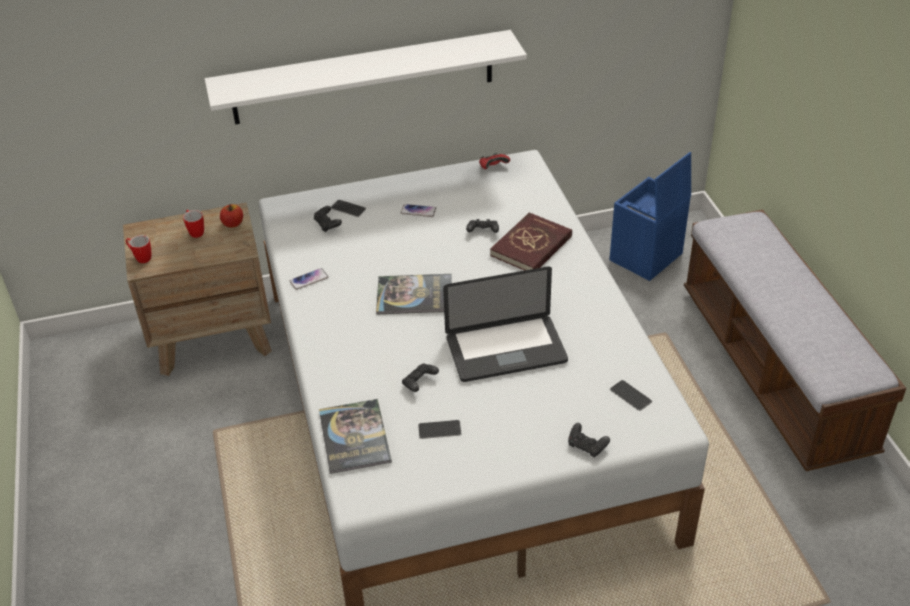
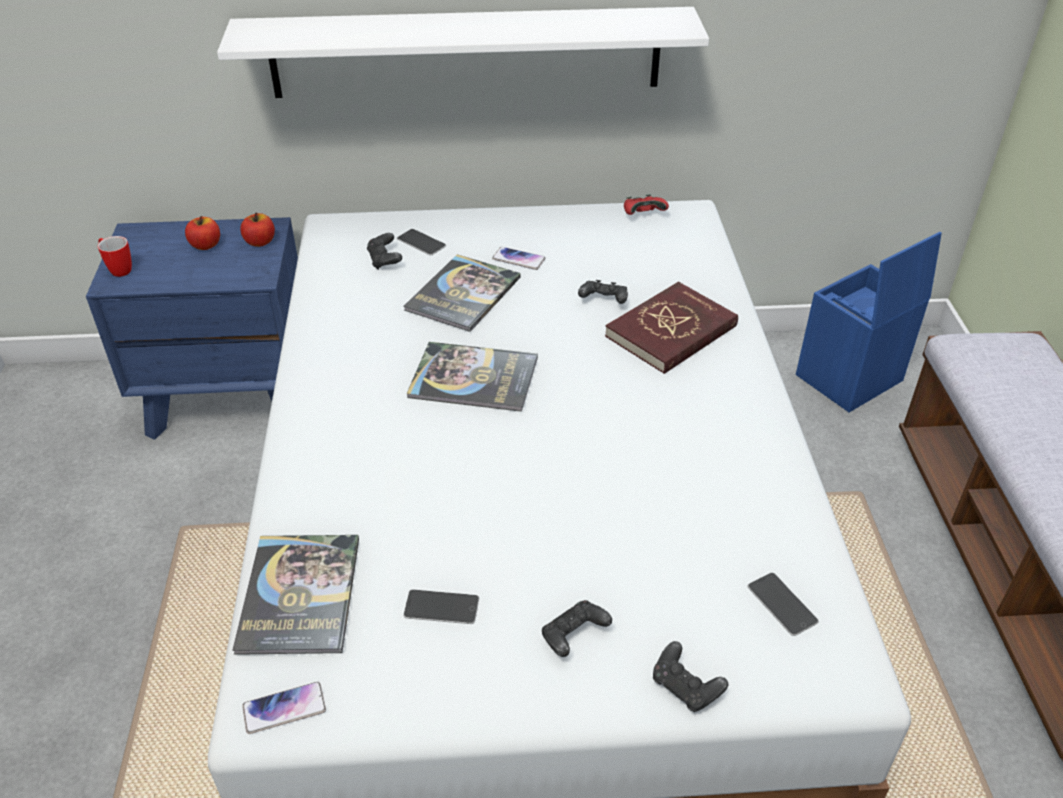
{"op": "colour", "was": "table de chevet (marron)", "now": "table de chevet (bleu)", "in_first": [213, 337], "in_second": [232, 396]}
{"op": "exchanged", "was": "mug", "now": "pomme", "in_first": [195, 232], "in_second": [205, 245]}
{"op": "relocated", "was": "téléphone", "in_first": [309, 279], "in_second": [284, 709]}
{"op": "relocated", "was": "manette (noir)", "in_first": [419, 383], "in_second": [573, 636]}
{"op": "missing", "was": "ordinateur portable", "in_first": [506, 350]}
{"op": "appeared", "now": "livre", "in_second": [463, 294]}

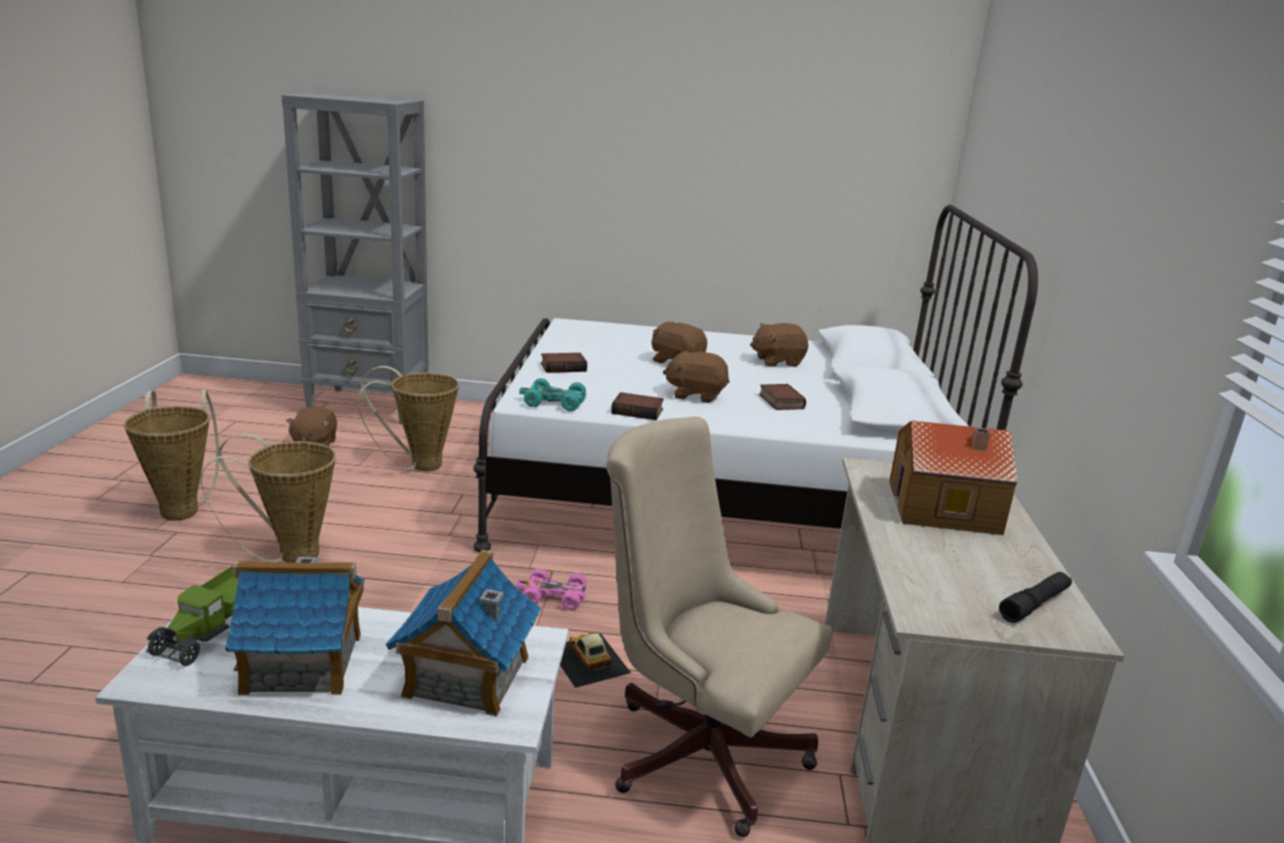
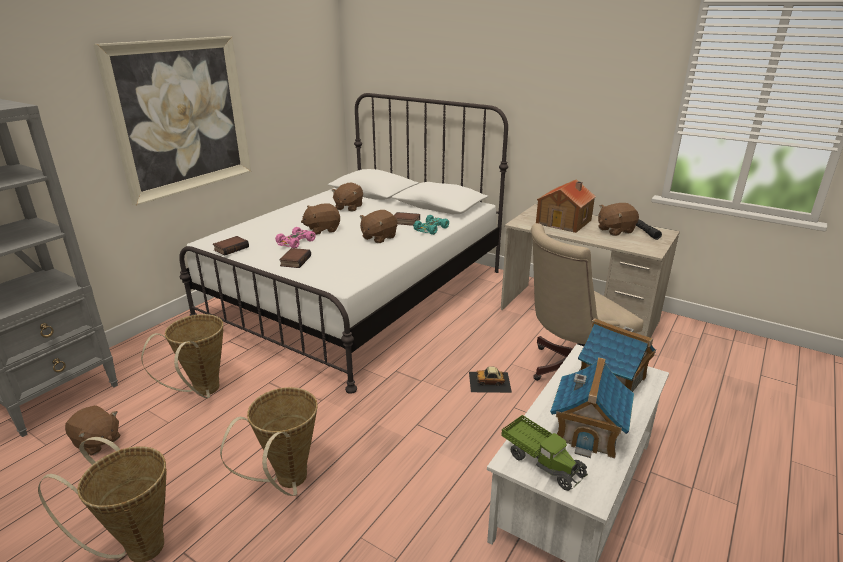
{"op": "relocated", "was": "petite voiture (rose)", "in_first": [553, 597], "in_second": [295, 242]}
{"op": "relocated", "was": "petite voiture (turquoise)", "in_first": [553, 402], "in_second": [431, 229]}
{"op": "relocated", "was": "livre", "in_first": [638, 411], "in_second": [231, 248]}
{"op": "appeared", "now": "tableau", "in_second": [182, 117]}
{"op": "appeared", "now": "peluche (marron)", "in_second": [615, 230]}

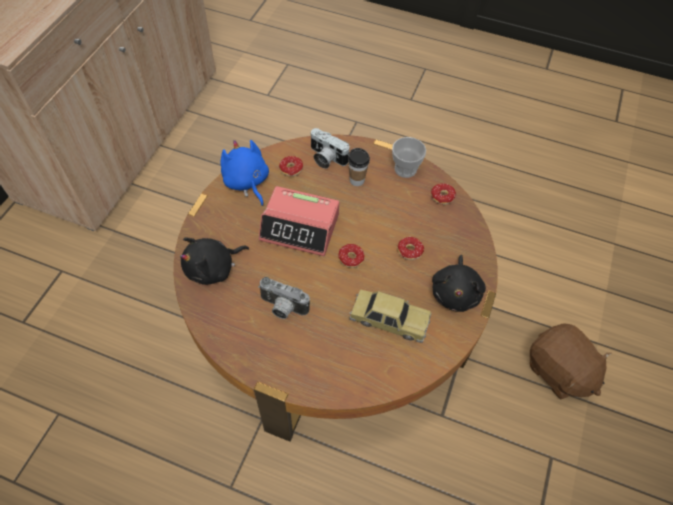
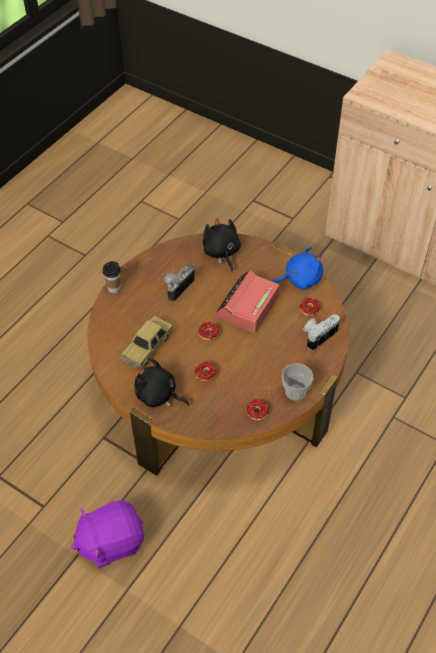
{"op": "relocated", "was": "tasse", "in_first": [357, 180], "in_second": [114, 288]}
{"op": "colour", "was": "peluche (marron)", "now": "peluche (violet)", "in_first": [559, 371], "in_second": [111, 542]}

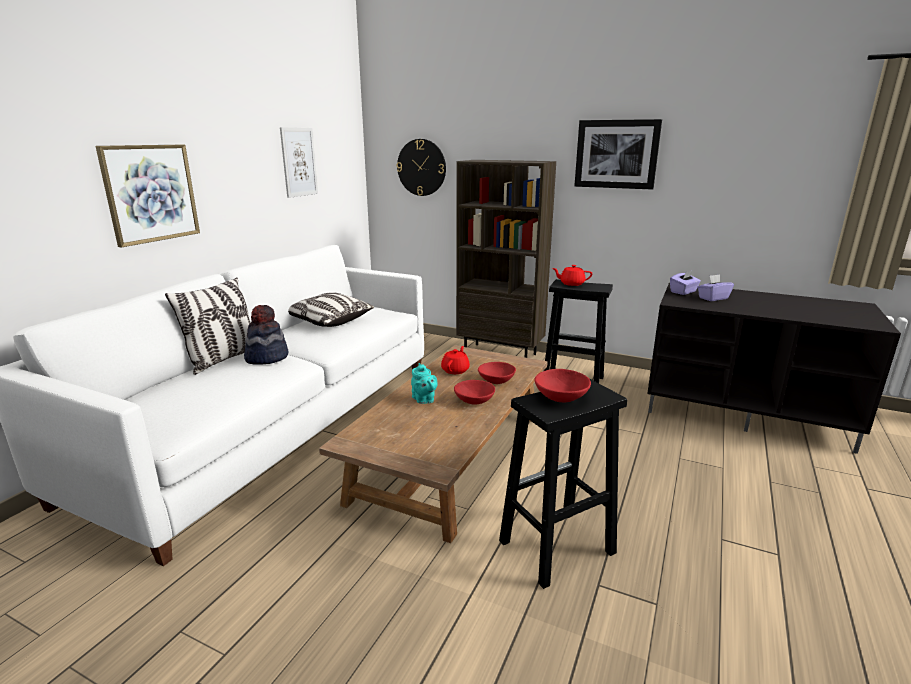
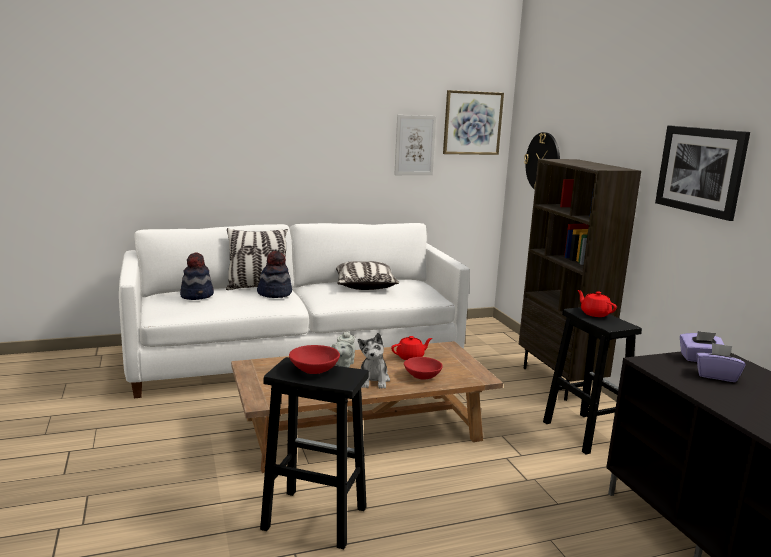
{"op": "relocated", "was": "tableau", "in_first": [151, 193], "in_second": [472, 123]}
{"op": "colour", "was": "théière (turquoise)", "now": "théière (gris)", "in_first": [424, 400], "in_second": [343, 364]}
{"op": "exchanged", "was": "bol (rouge)", "now": "peluche", "in_first": [474, 401], "in_second": [373, 380]}
{"op": "appeared", "now": "chapeau", "in_second": [197, 295]}

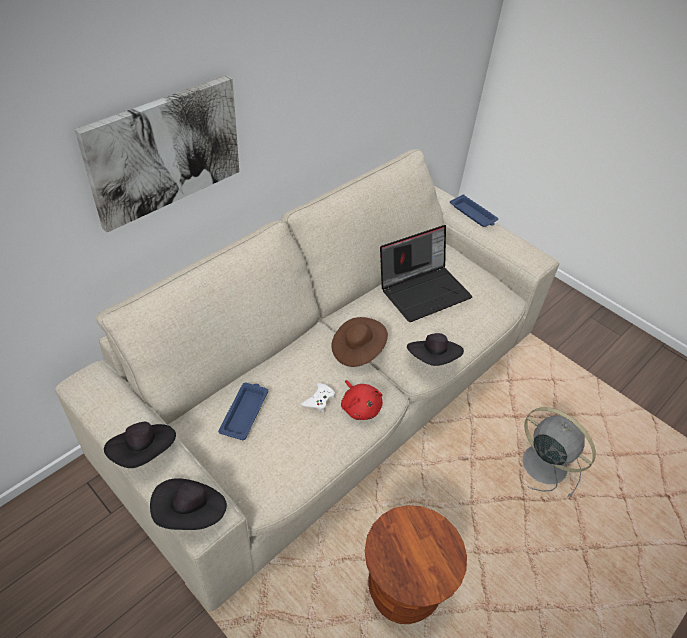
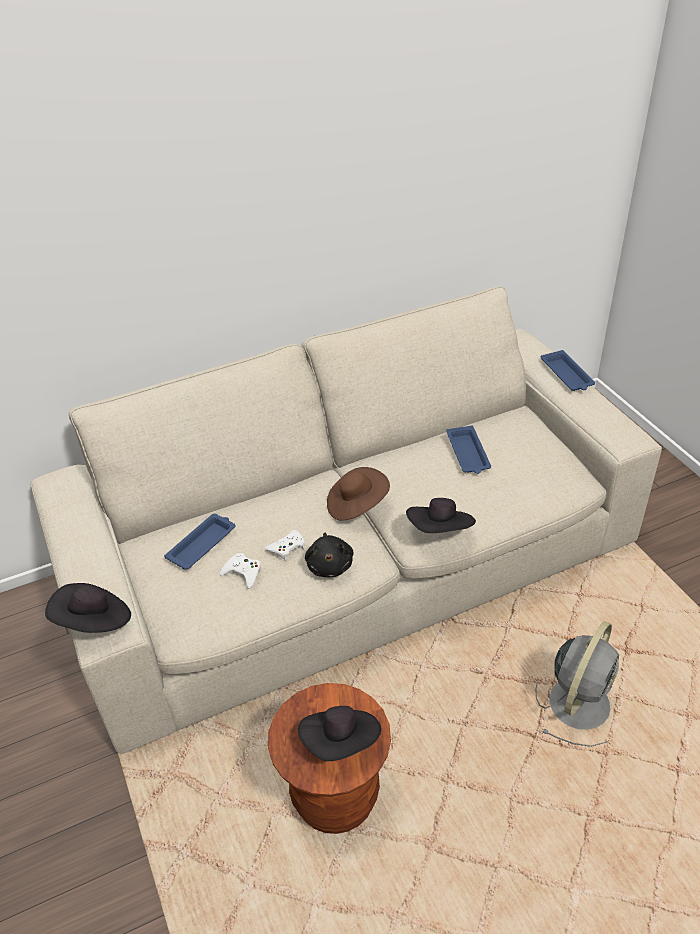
{"op": "missing", "was": "tableau", "in_first": [164, 151]}
{"op": "relocated", "was": "chapeau (noir)", "in_first": [144, 452], "in_second": [341, 742]}
{"op": "colour", "was": "peluche (rouge)", "now": "peluche (noir)", "in_first": [360, 407], "in_second": [330, 565]}
{"op": "exchanged", "was": "ordinateur portable", "now": "plateau (bleu)", "in_first": [423, 290], "in_second": [468, 454]}
{"op": "spun", "was": "ventilateur (gris)", "in_first": [542, 463], "in_second": [580, 701], "clockwise": 60}
{"op": "appeared", "now": "manette (blanc)", "in_second": [243, 573]}

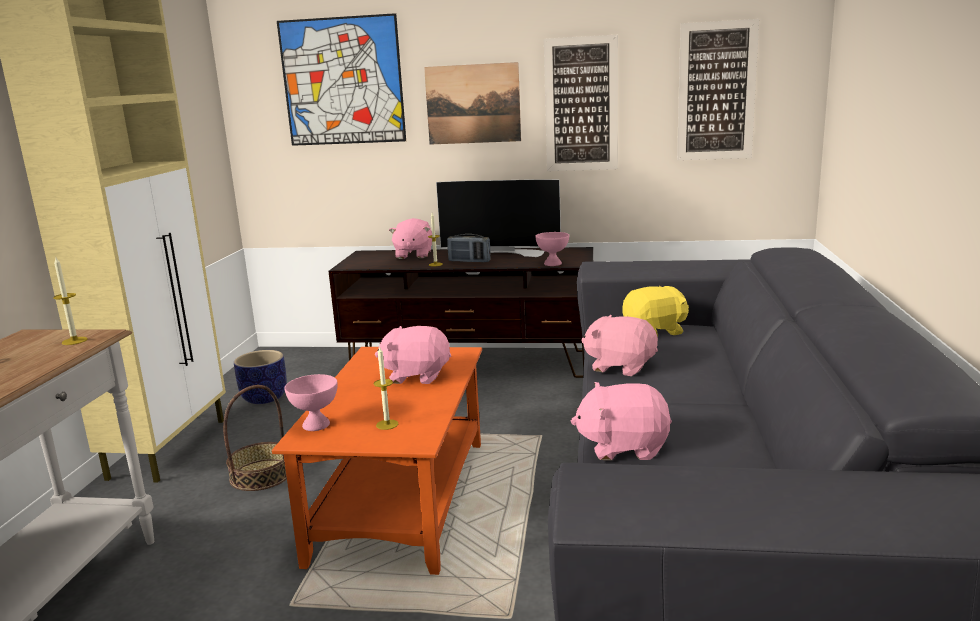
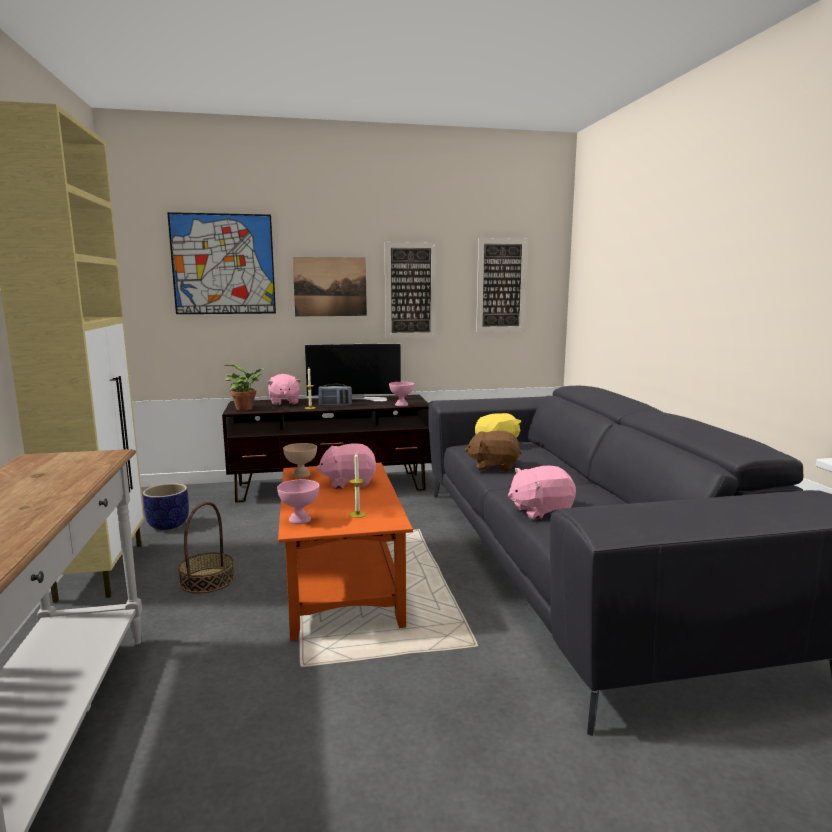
{"op": "missing", "was": "bougie", "in_first": [74, 341]}
{"op": "colour", "was": "peluche (rose)", "now": "peluche (marron)", "in_first": [620, 366], "in_second": [493, 467]}
{"op": "appeared", "now": "plante en pot", "in_second": [246, 408]}
{"op": "appeared", "now": "bol (beige)", "in_second": [301, 475]}

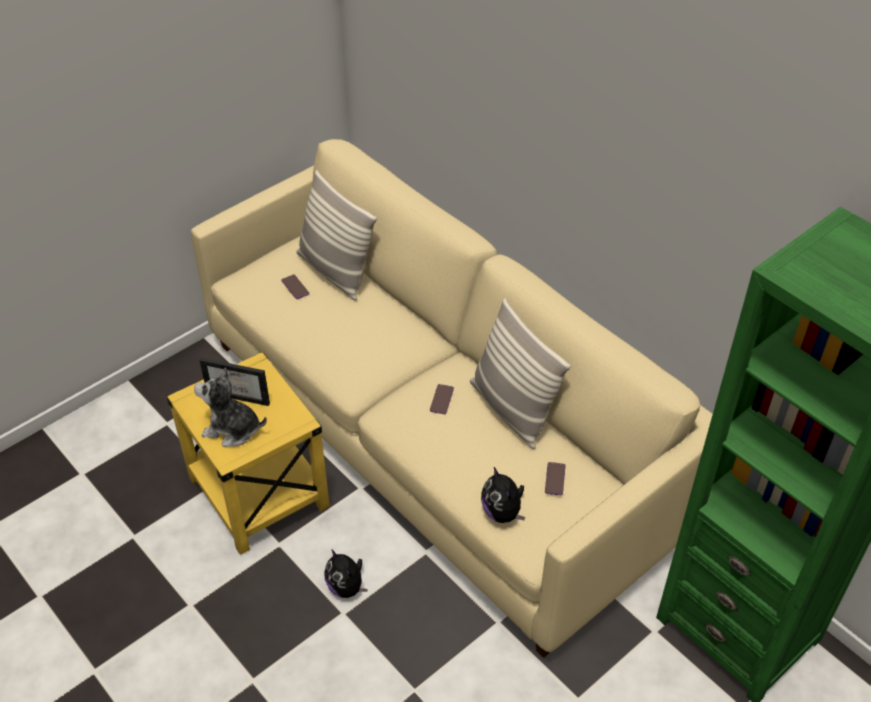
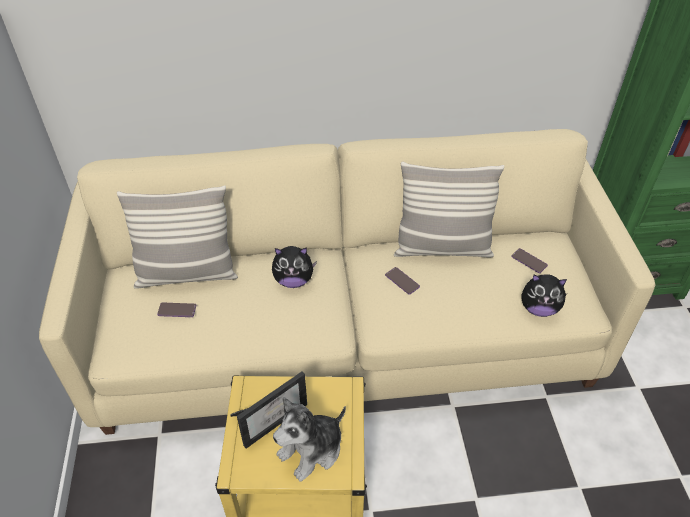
{"op": "relocated", "was": "peluche", "in_first": [346, 587], "in_second": [294, 280]}

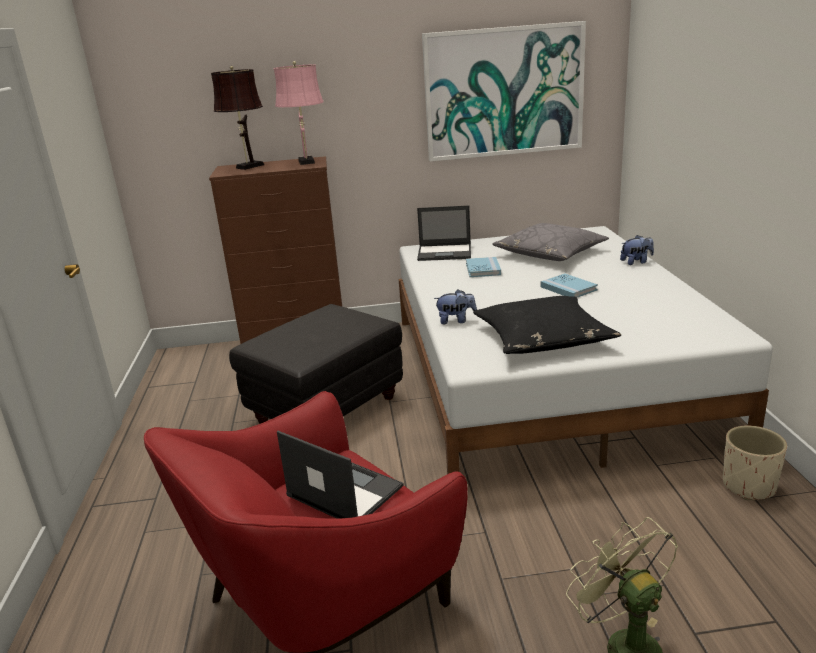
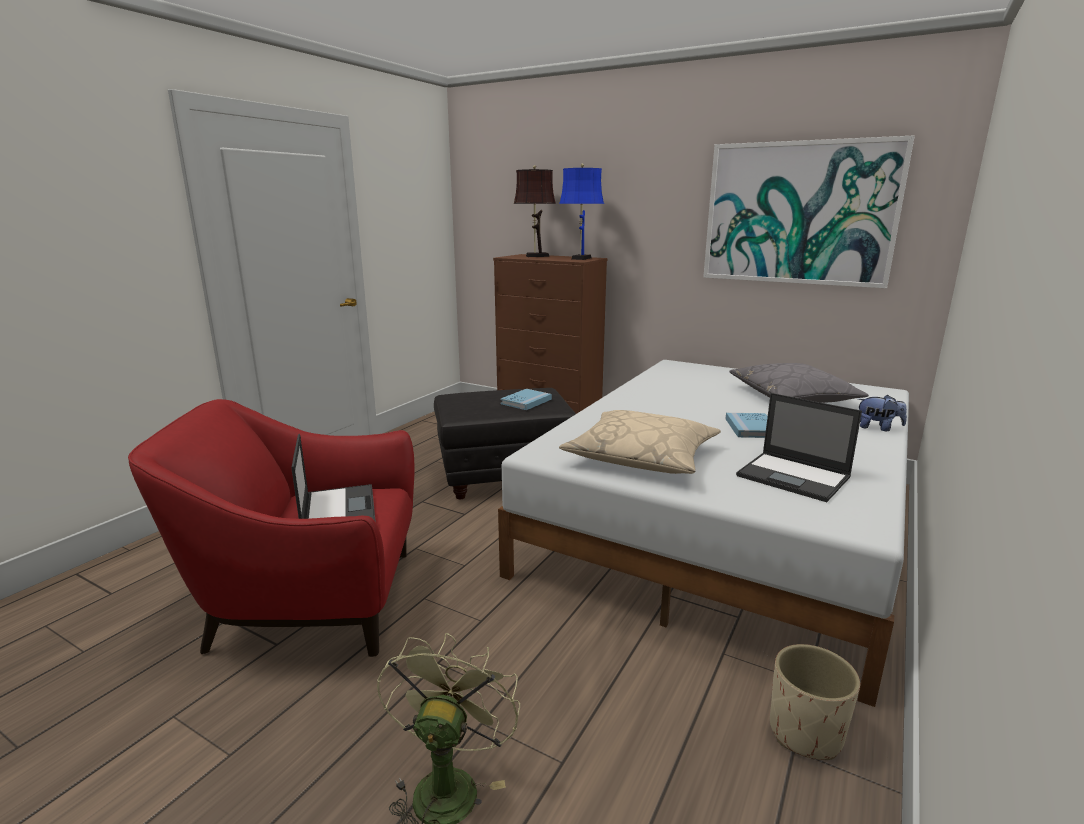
{"op": "colour", "was": "lampe de table (rose)", "now": "lampe de table (bleu)", "in_first": [306, 162], "in_second": [580, 258]}
{"op": "relocated", "was": "ordinateur portable", "in_first": [445, 253], "in_second": [794, 477]}
{"op": "missing", "was": "peluche", "in_first": [456, 320]}
{"op": "relocated", "was": "livre (bleu)", "in_first": [483, 269], "in_second": [526, 401]}
{"op": "colour", "was": "coussin (noir)", "now": "coussin (beige)", "in_first": [542, 338], "in_second": [642, 457]}

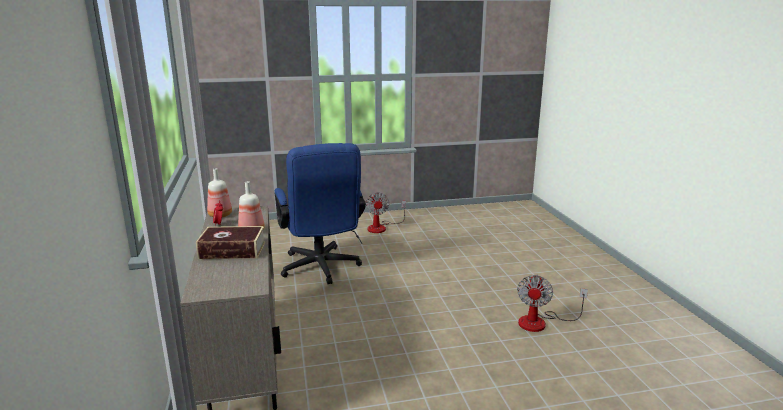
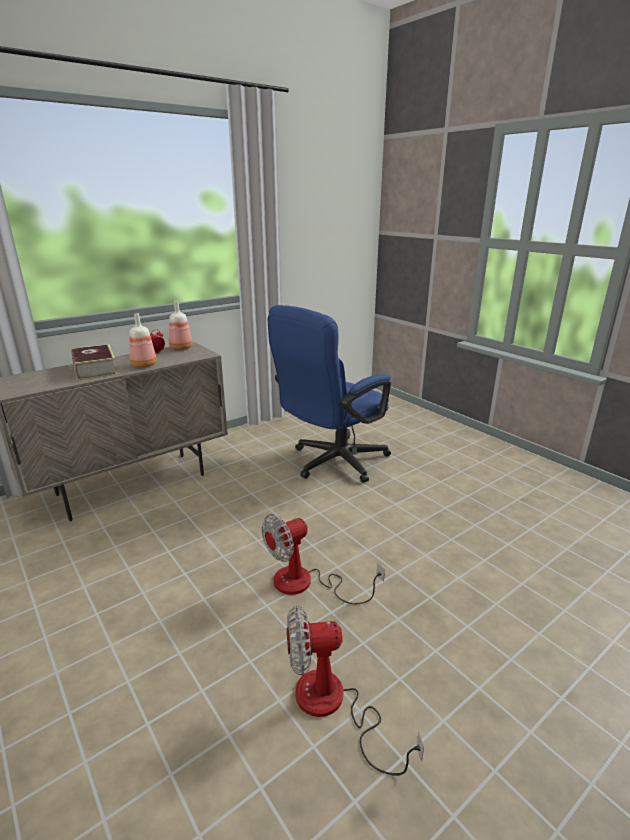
{"op": "relocated", "was": "ventilateur", "in_first": [381, 227], "in_second": [306, 584]}

